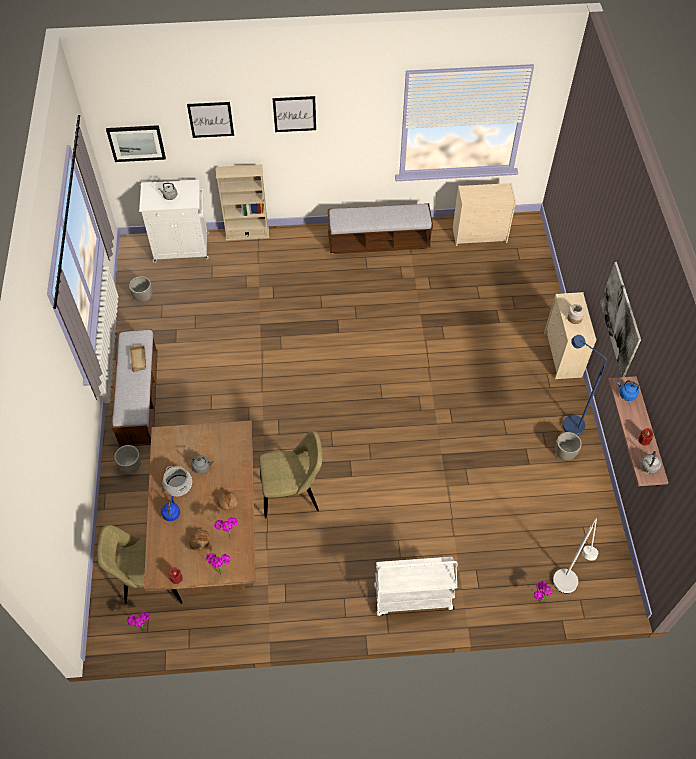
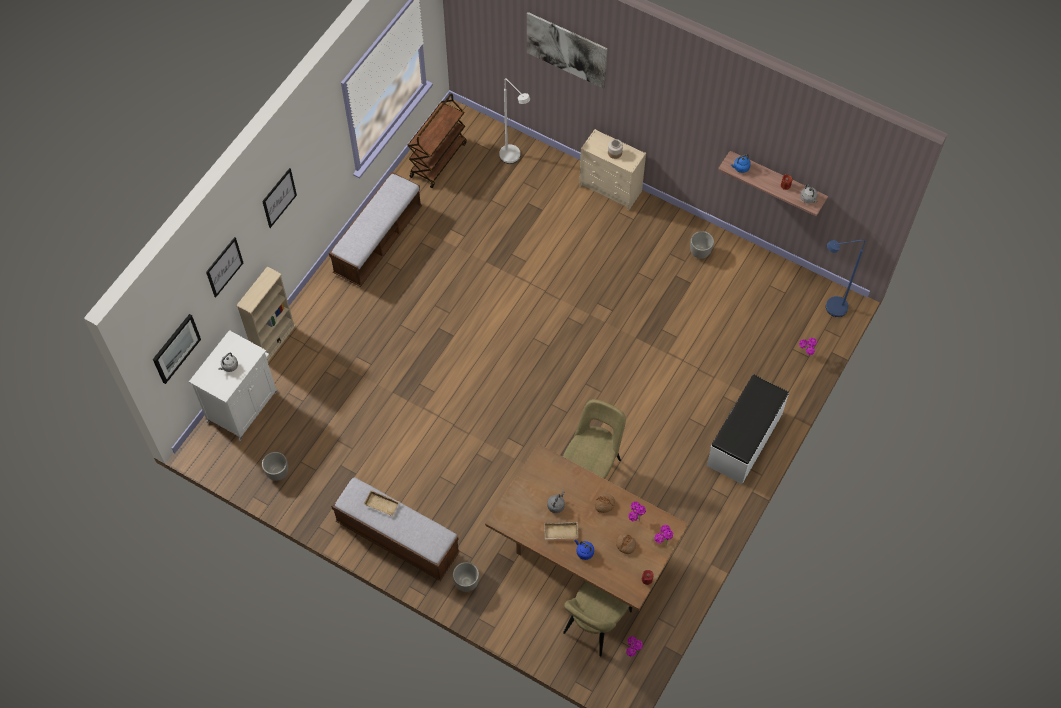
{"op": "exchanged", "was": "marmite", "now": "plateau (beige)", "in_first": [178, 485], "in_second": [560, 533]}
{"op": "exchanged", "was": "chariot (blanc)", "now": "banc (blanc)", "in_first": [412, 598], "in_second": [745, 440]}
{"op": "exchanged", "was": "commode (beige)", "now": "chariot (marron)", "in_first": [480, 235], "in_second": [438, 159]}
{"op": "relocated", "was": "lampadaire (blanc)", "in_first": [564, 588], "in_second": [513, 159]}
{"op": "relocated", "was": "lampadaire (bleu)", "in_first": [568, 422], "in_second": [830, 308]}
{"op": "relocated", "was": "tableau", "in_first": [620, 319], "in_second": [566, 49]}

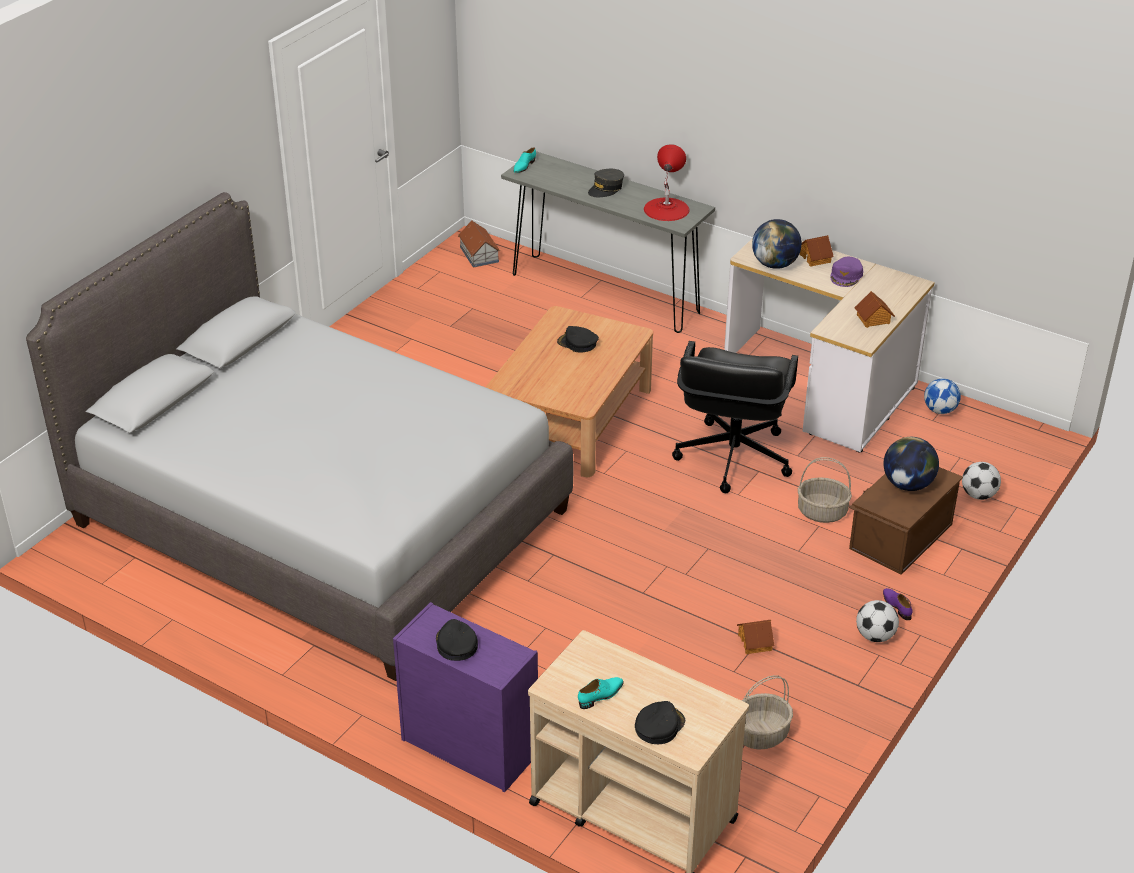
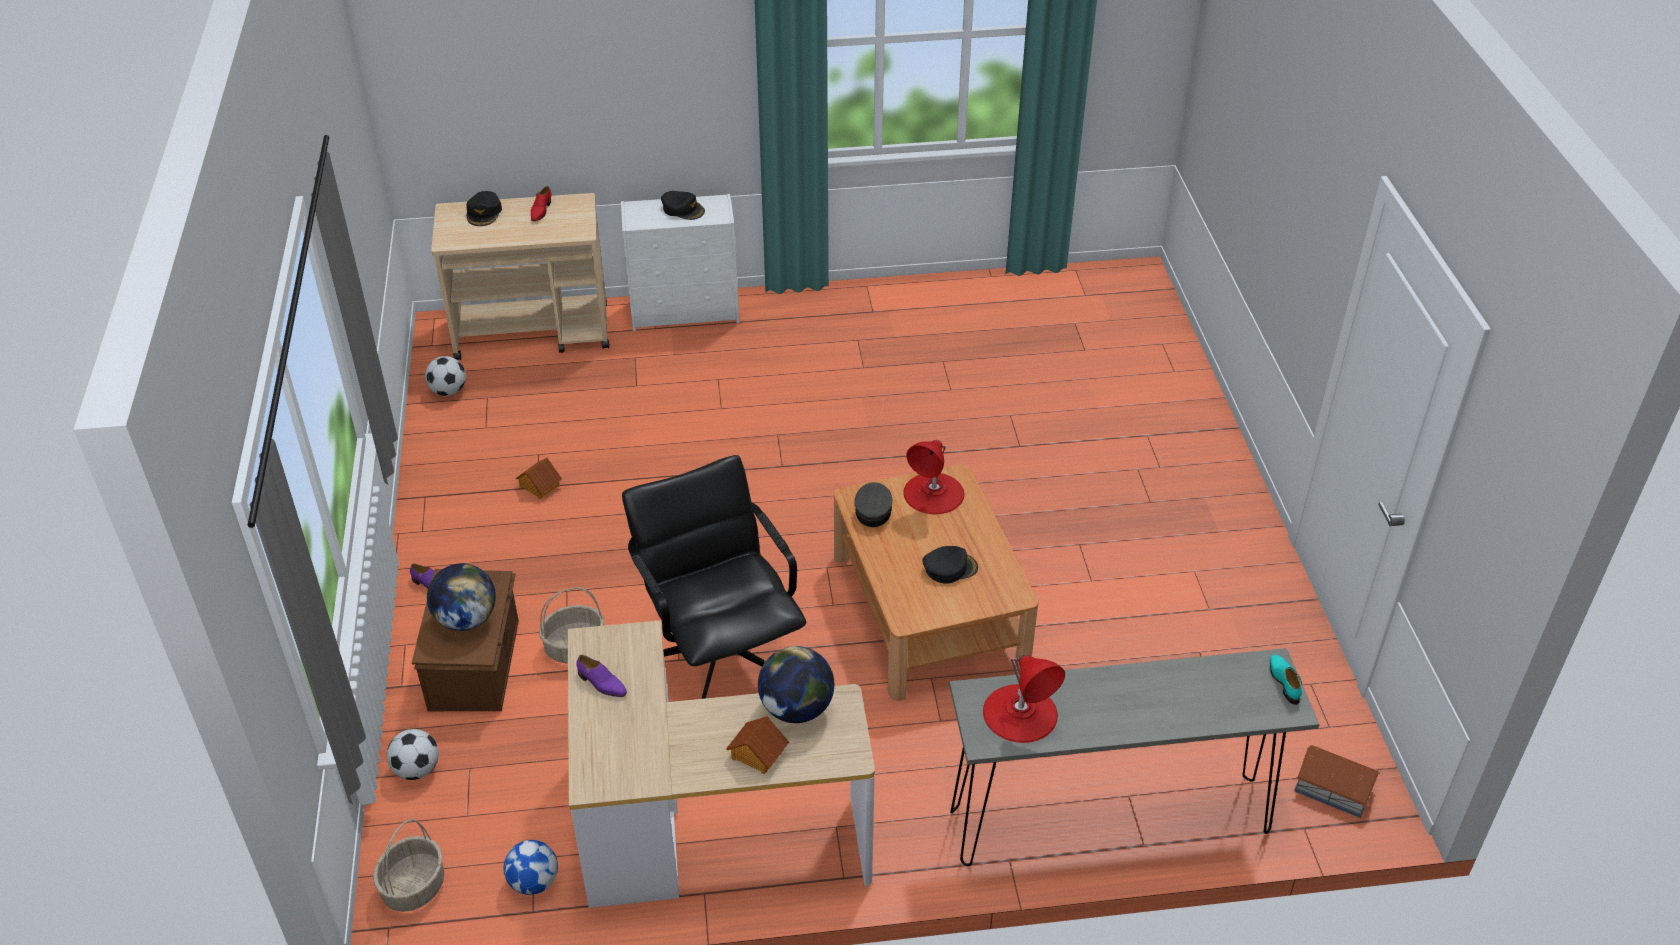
{"op": "missing", "was": "lit (gris)", "in_first": [321, 517]}
{"op": "colour", "was": "commode (violet)", "now": "commode (blanc)", "in_first": [468, 746], "in_second": [686, 311]}
{"op": "colour", "was": "chaussure (turquoise)", "now": "chaussure (rouge)", "in_first": [601, 696], "in_second": [541, 211]}
{"op": "relocated", "was": "casquette (gris)", "in_first": [606, 189], "in_second": [873, 510]}
{"op": "relocated", "was": "panier", "in_first": [761, 734], "in_second": [414, 888]}
{"op": "missing", "was": "casquette (violet)", "in_first": [846, 275]}
{"op": "exchanged", "was": "maison miniature", "now": "chaussure (violet)", "in_first": [873, 319], "in_second": [602, 684]}
{"op": "relocated", "was": "ballon de foot", "in_first": [875, 636], "in_second": [448, 391]}
{"op": "appeared", "now": "lampe de table (rouge)", "in_second": [934, 493]}

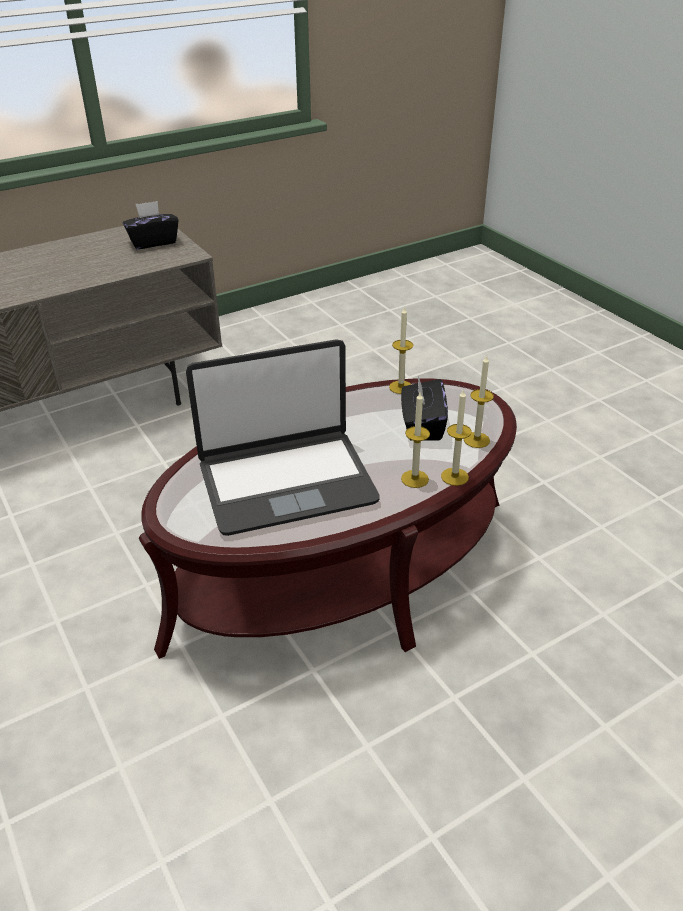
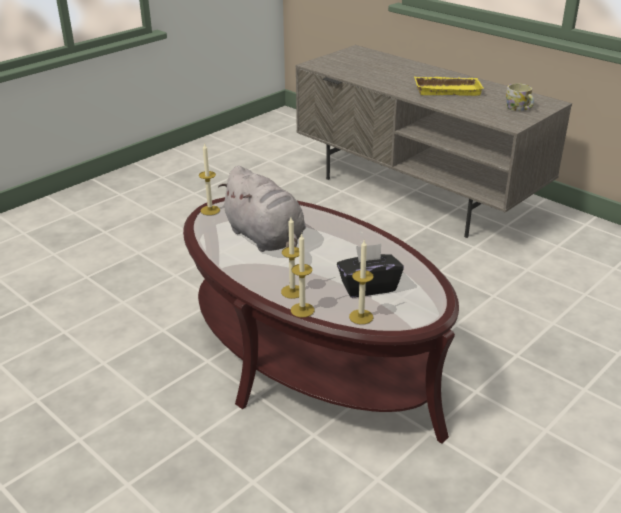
{"op": "exchanged", "was": "boîte à mouchoirs (noir)", "now": "mug", "in_first": [153, 242], "in_second": [519, 109]}
{"op": "exchanged", "was": "ordinateur portable", "now": "peluche (gris)", "in_first": [286, 482], "in_second": [266, 238]}
{"op": "relocated", "was": "bougie", "in_first": [401, 387], "in_second": [210, 210]}
{"op": "appeared", "now": "plateau (jaune)", "in_second": [448, 90]}

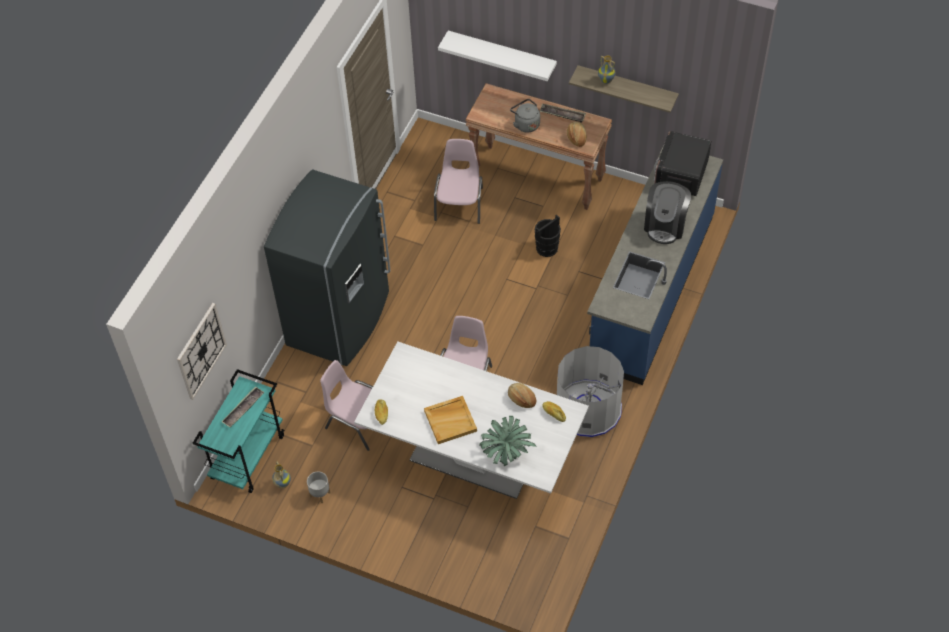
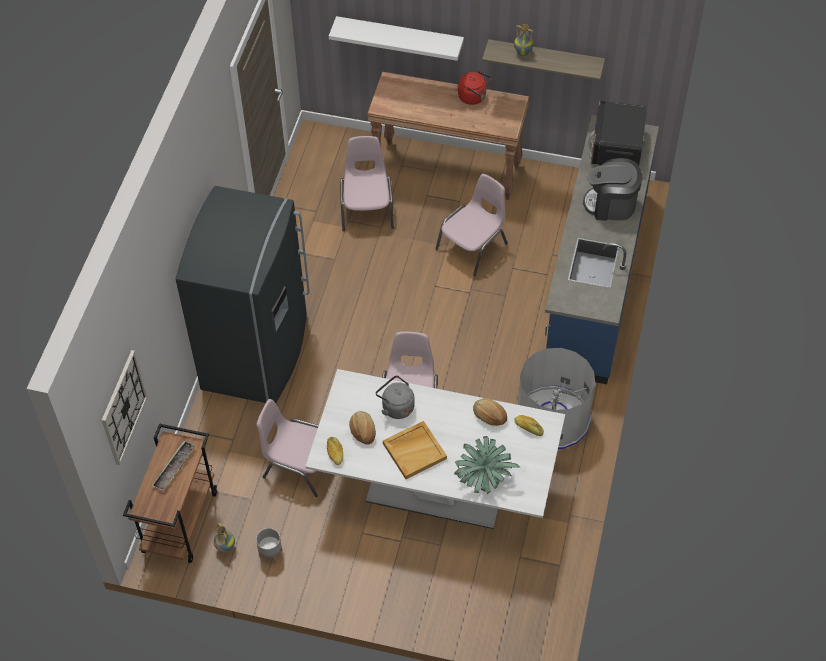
{"op": "colour", "was": "chariot (turquoise)", "now": "chariot (marron)", "in_first": [248, 456], "in_second": [180, 521]}
{"op": "relocated", "was": "bouilloire (gris)", "in_first": [525, 124], "in_second": [396, 406]}
{"op": "exchanged", "was": "seau (noir)", "now": "chaise (rose)", "in_first": [547, 248], "in_second": [473, 246]}
{"op": "exchanged", "was": "plateau", "now": "bouilloire (rouge)", "in_first": [562, 115], "in_second": [474, 97]}
{"op": "relocated", "was": "pain", "in_first": [576, 137], "in_second": [363, 431]}
{"op": "spun", "was": "machine à café", "in_first": [665, 225], "in_second": [611, 205], "clockwise": 90}

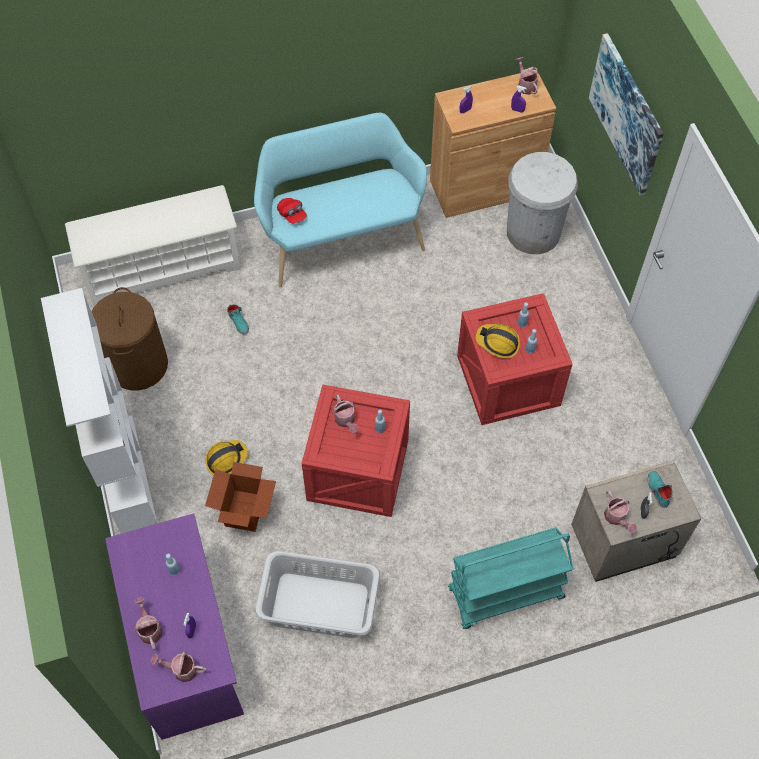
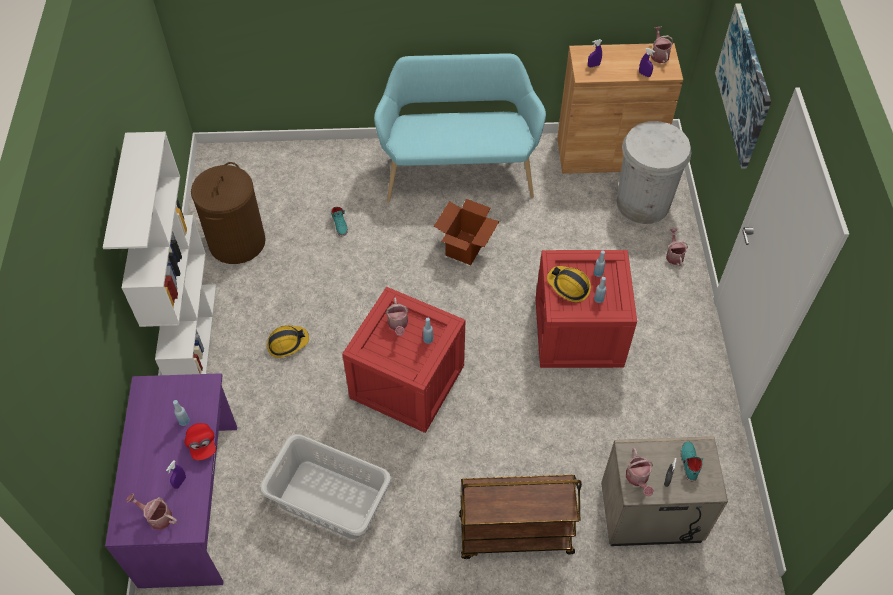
{"op": "missing", "was": "étagère à chaussures (blanc)", "in_first": [162, 267]}
{"op": "relocated", "was": "arrosoir", "in_first": [149, 629], "in_second": [674, 255]}
{"op": "relocated", "was": "carton", "in_first": [244, 511], "in_second": [465, 248]}
{"op": "relocated", "was": "casquette (rouge)", "in_first": [292, 215], "in_second": [202, 445]}
{"op": "colour", "was": "chariot (turquoise)", "now": "chariot (marron)", "in_first": [505, 594], "in_second": [514, 535]}

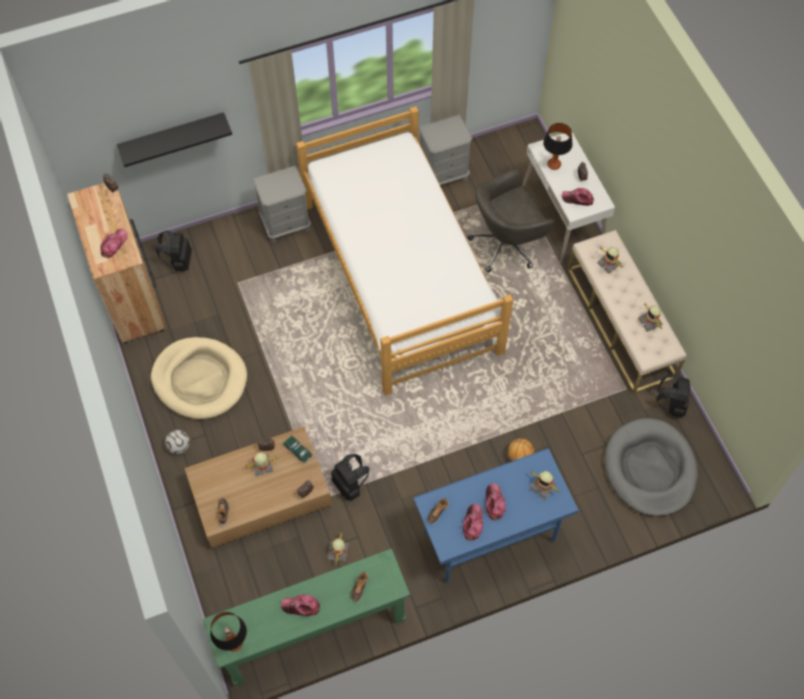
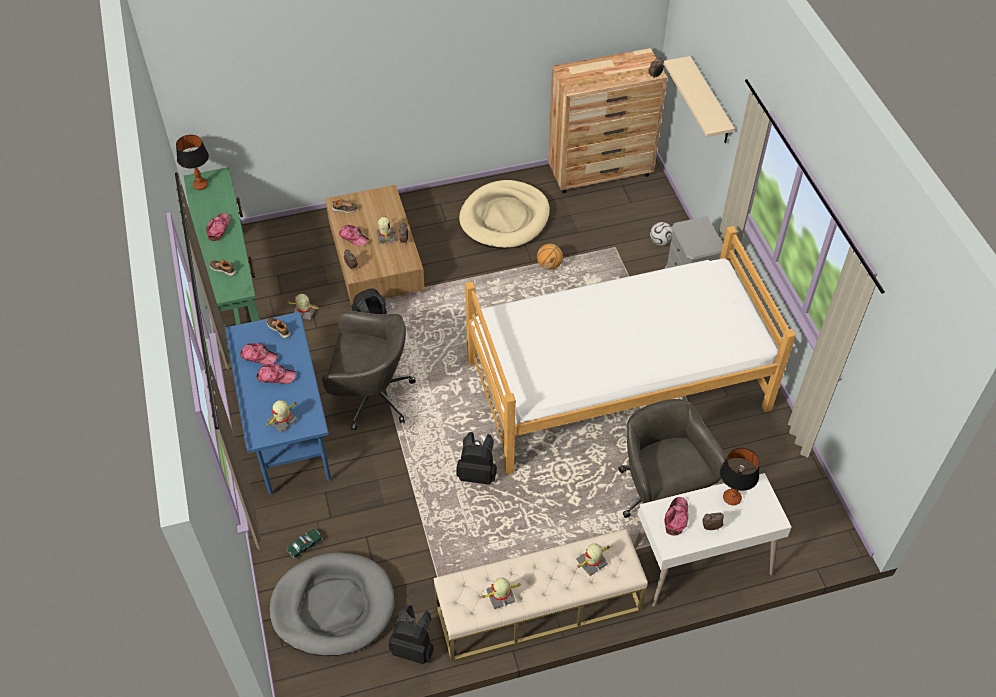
{"op": "relocated", "was": "casquette", "in_first": [114, 244], "in_second": [353, 237]}
{"op": "colour", "was": "étagère (noir)", "now": "étagère (beige)", "in_first": [172, 136], "in_second": [709, 102]}
{"op": "relocated", "was": "sac à dos (noir)", "in_first": [179, 261], "in_second": [477, 473]}
{"op": "relocated", "was": "ballon de foot", "in_first": [179, 446], "in_second": [660, 241]}
{"op": "relocated", "was": "petite voiture", "in_first": [298, 450], "in_second": [305, 545]}
{"op": "missing", "was": "table de chevet (gris)", "in_first": [444, 174]}
{"op": "relocated", "was": "ballon de basket", "in_first": [520, 456], "in_second": [549, 265]}
{"op": "appeared", "now": "chaise de bureau (gris)", "in_second": [371, 396]}

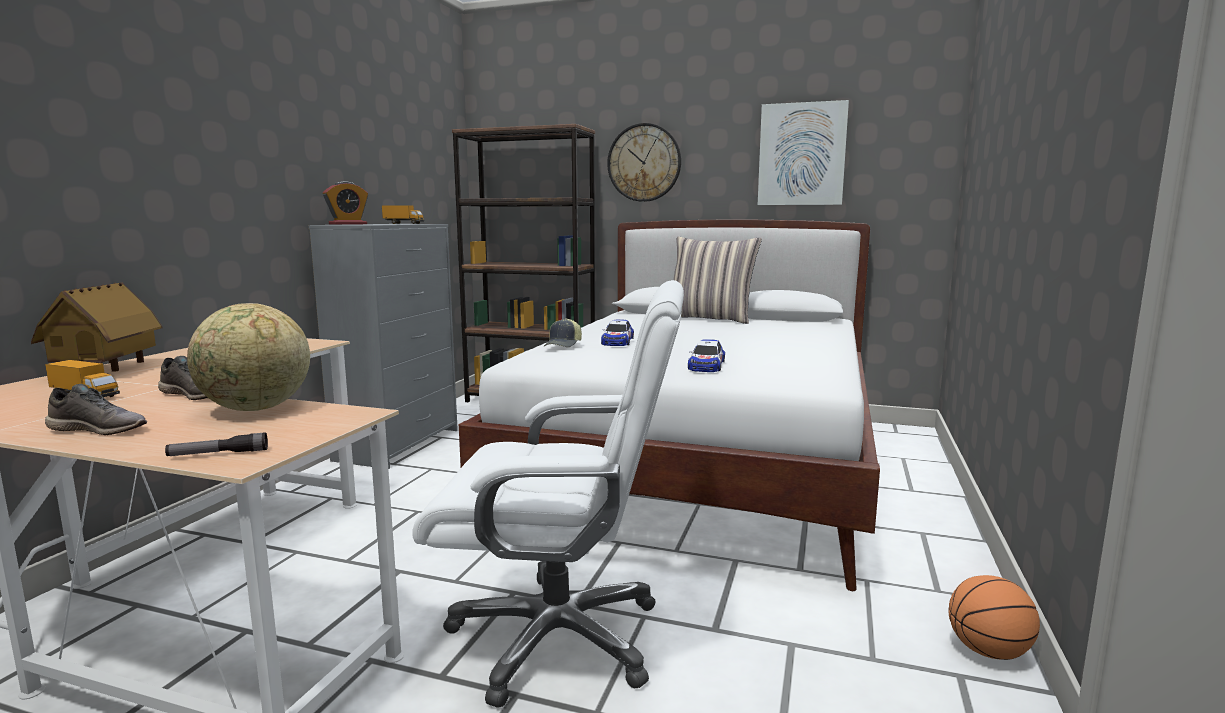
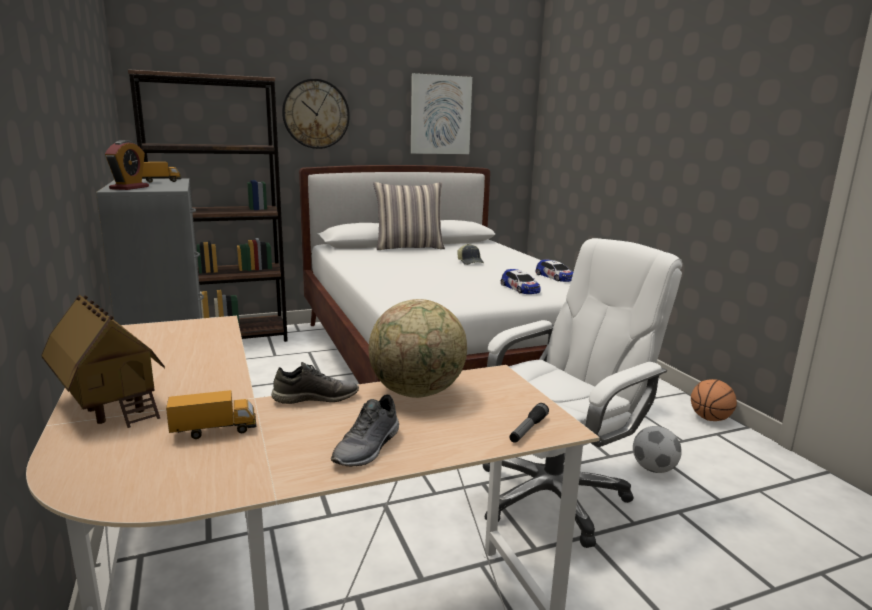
{"op": "spun", "was": "chaussure (gris)", "in_first": [100, 429], "in_second": [368, 448], "clockwise": 150}
{"op": "relocated", "was": "casquette", "in_first": [564, 345], "in_second": [470, 262]}
{"op": "relocated", "was": "petite voiture", "in_first": [617, 341], "in_second": [555, 277]}
{"op": "appeared", "now": "ballon de foot", "in_second": [653, 469]}

